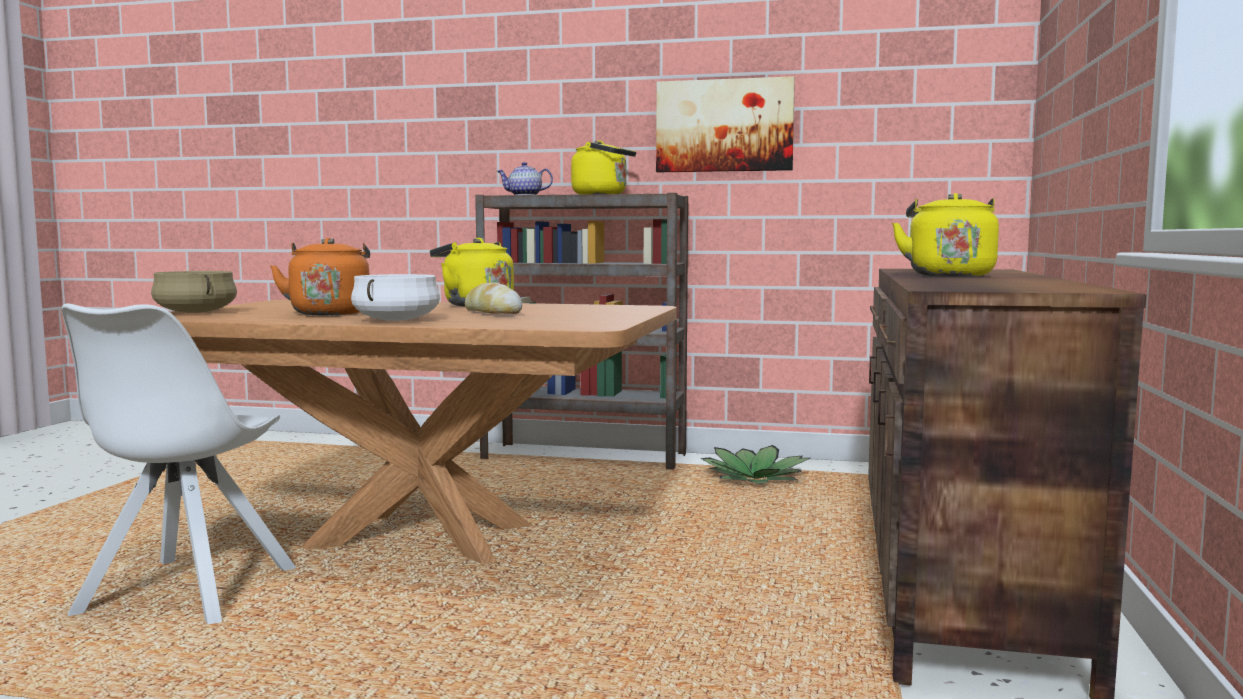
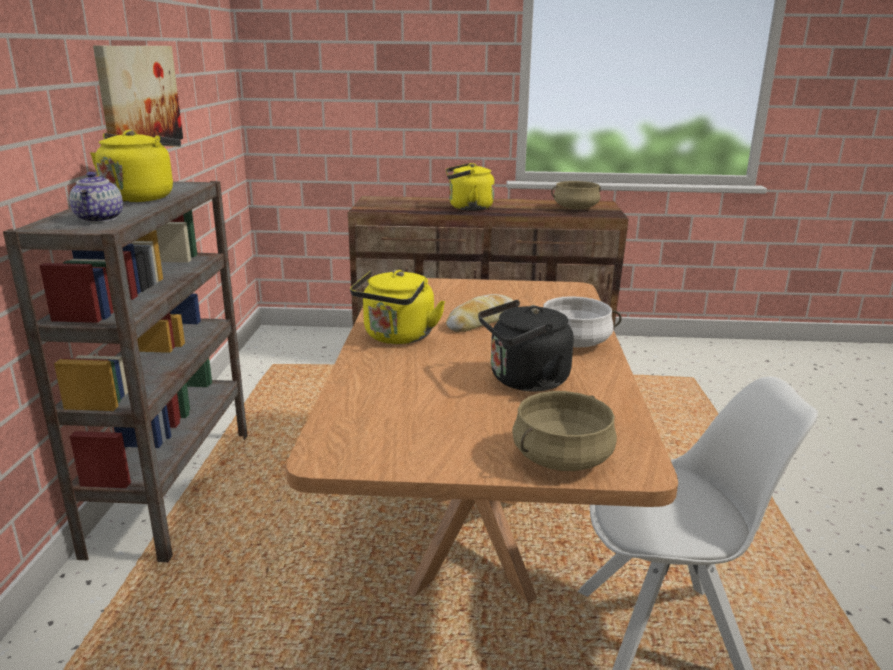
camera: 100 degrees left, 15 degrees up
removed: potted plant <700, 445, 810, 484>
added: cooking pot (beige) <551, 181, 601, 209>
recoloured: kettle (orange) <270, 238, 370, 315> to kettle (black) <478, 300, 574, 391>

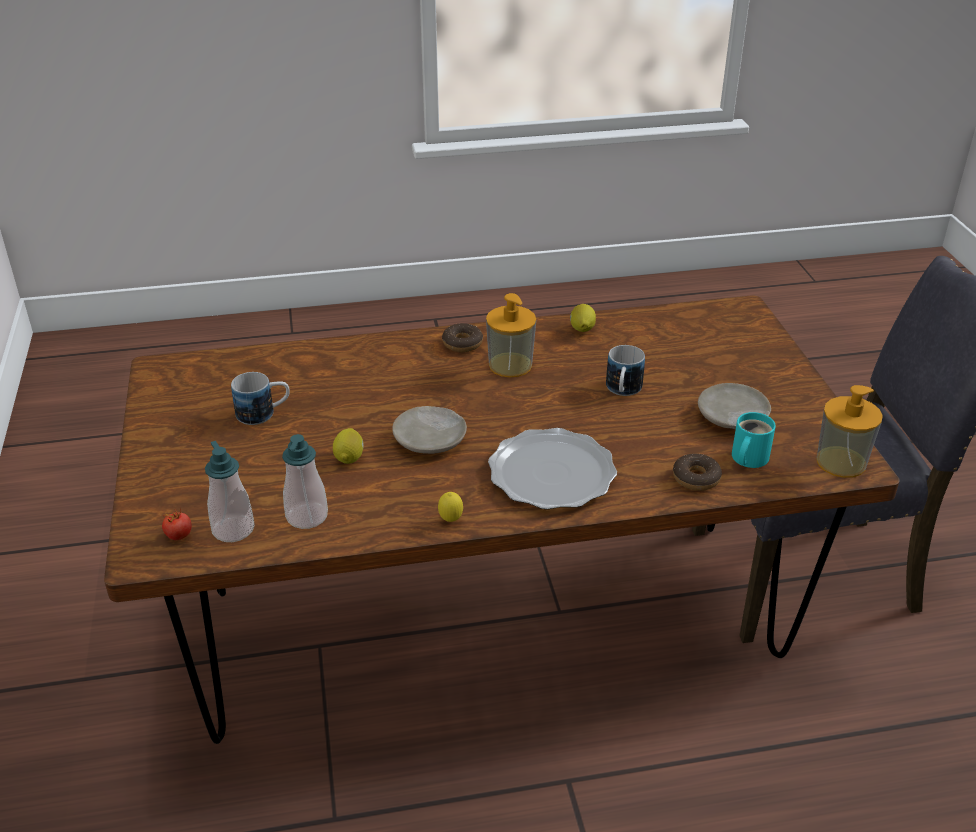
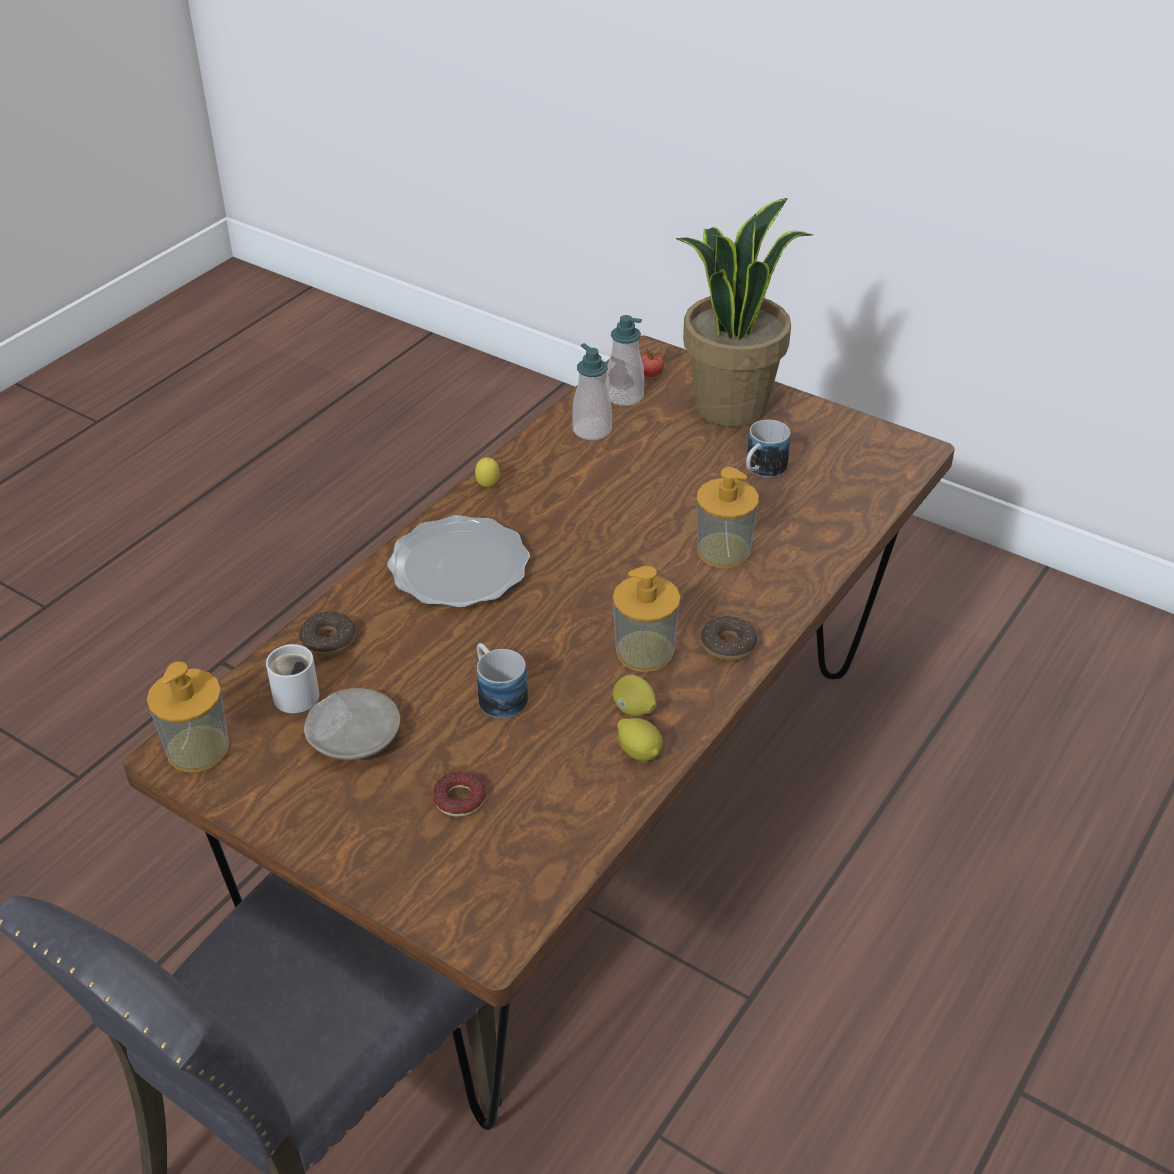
camera: 135 degrees right, 5 degrees up
removed: plate (beige) <392, 406, 467, 454>
added: potted plant <675, 198, 813, 427>; soap dispenser <697, 467, 759, 568>; donut <433, 771, 486, 817>
moved: lemon <333, 428, 364, 464> to <613, 675, 657, 716>
recoloured: mug (turquoise) <732, 412, 776, 468> to mug (white) <266, 644, 319, 713>

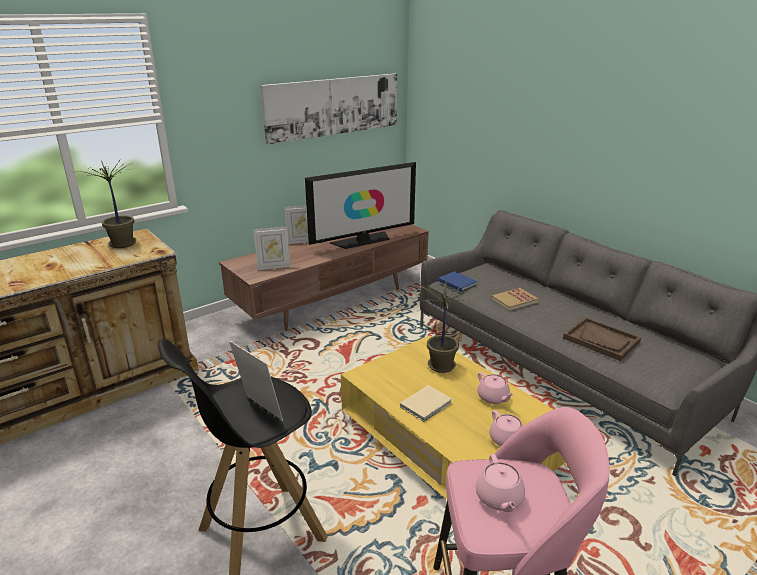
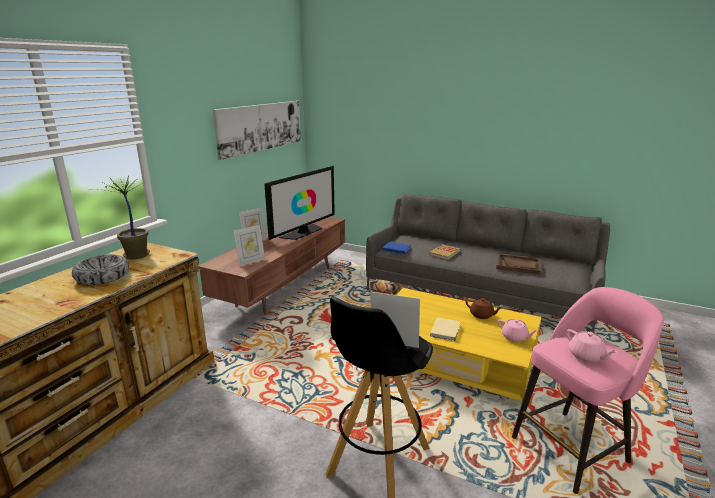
camera: 25 degrees left, 5 degrees down
removed: potted plant <420, 279, 474, 373>
added: bowl <72, 254, 129, 285>
recoloured: teapot (pink) <477, 372, 514, 404> to teapot (brown) <466, 298, 503, 319>

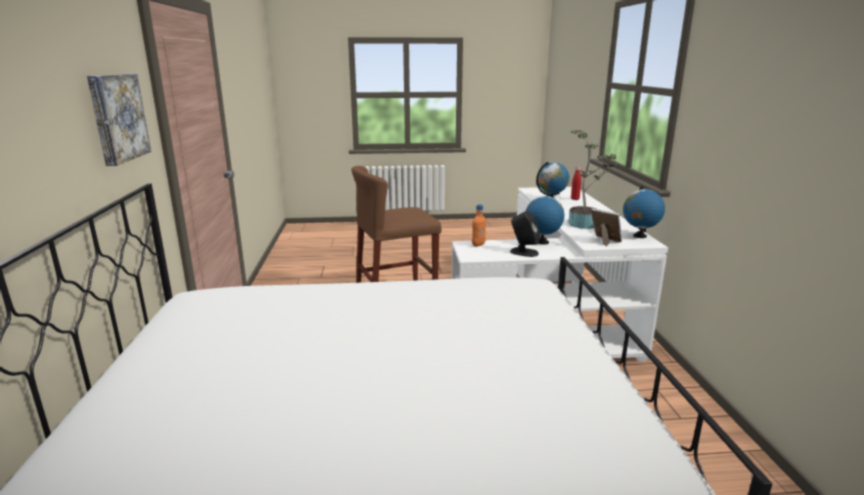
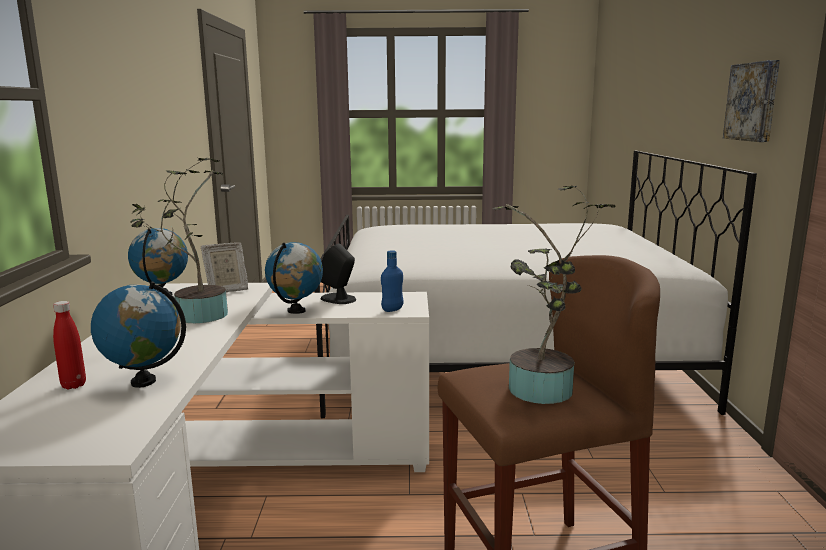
camera: 175 degrees left, 5 degrees down
added: potted plant <493, 185, 615, 404>
recoloured: bottle (orange) <472, 204, 486, 246> to bottle (blue) <381, 250, 404, 312>
turned: picture frame <591, 208, 622, 246> = <200, 242, 248, 292> 75 degrees counterclockwise

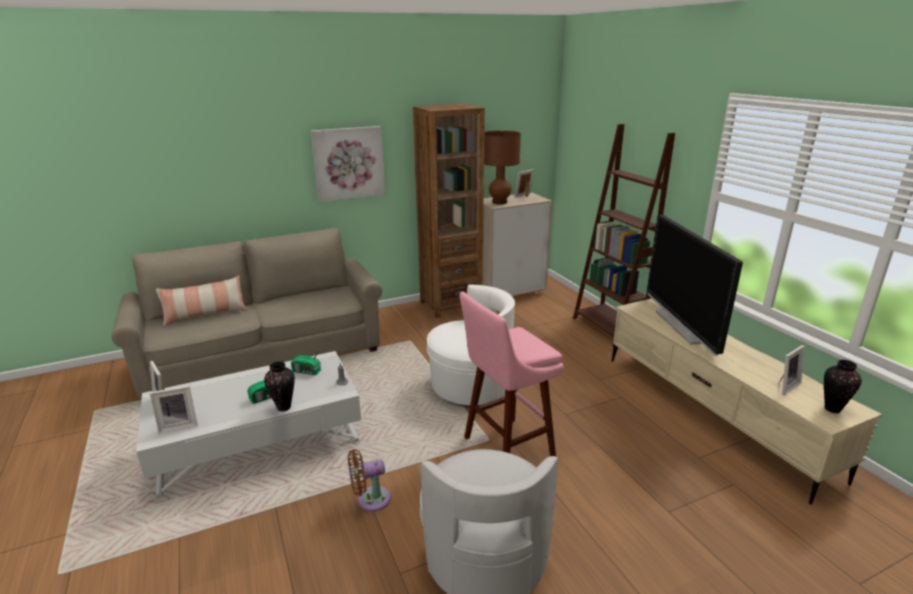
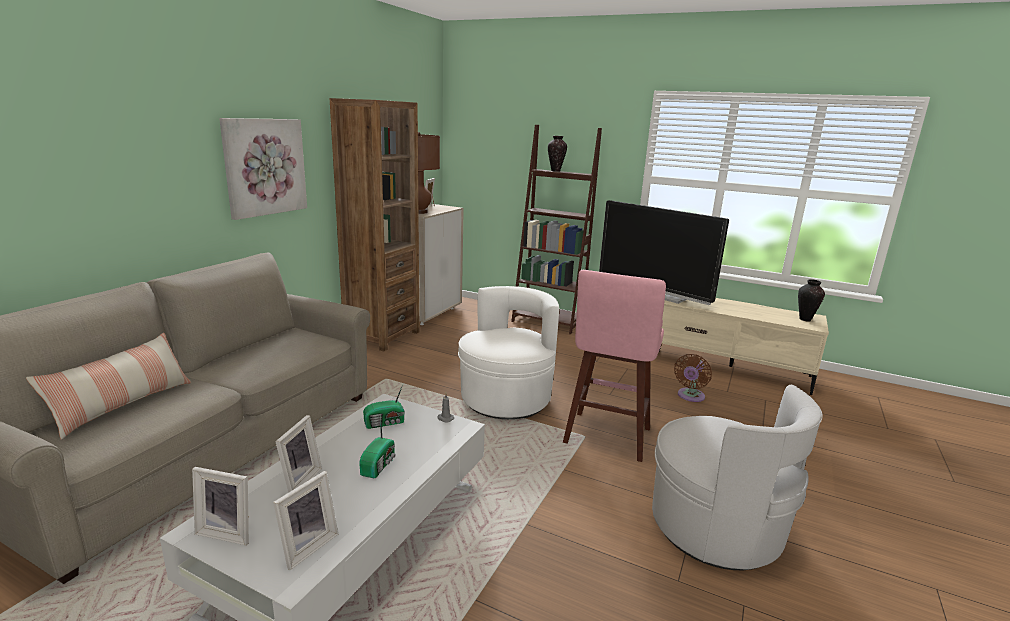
camera: 40 degrees left, 5 degrees down
moved: picture frame <778, 345, 805, 395> to <275, 415, 322, 493>; vase <264, 361, 295, 411> to <548, 136, 567, 172>; fan (brown) <348, 449, 391, 512> to <674, 354, 712, 402>

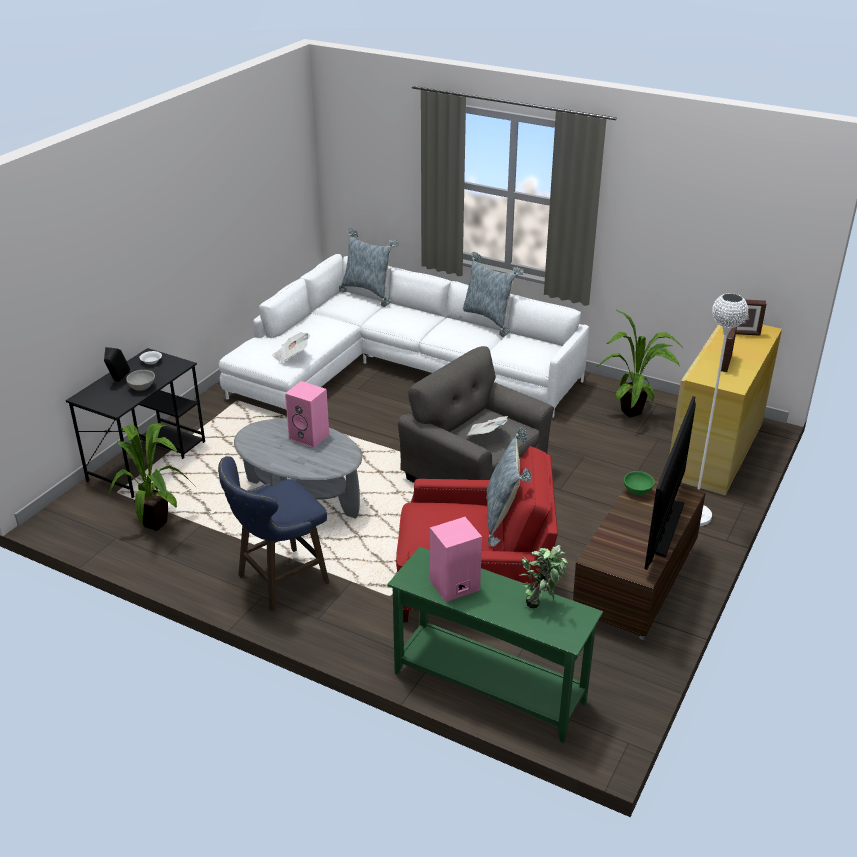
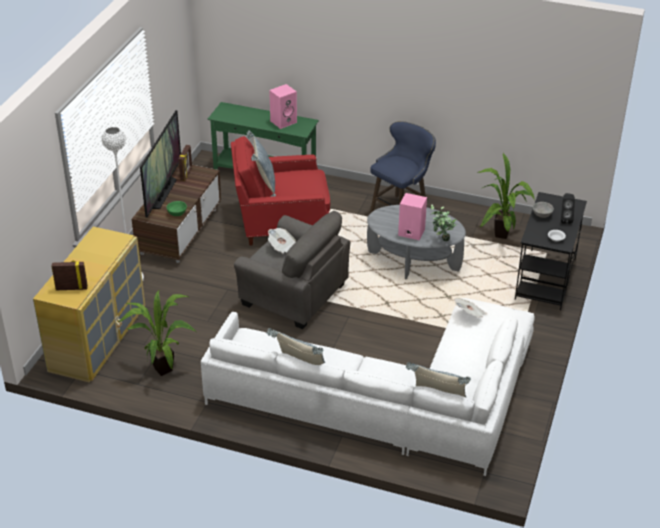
camera: 170 degrees right, 5 degrees up
moved: picture frame <721, 327, 737, 372> to <178, 145, 192, 181>; potted plant <519, 545, 567, 608> to <431, 204, 456, 241>

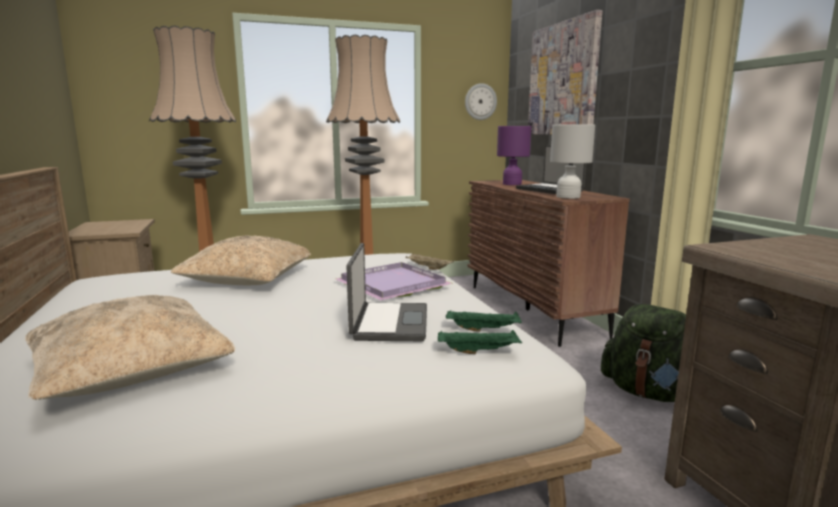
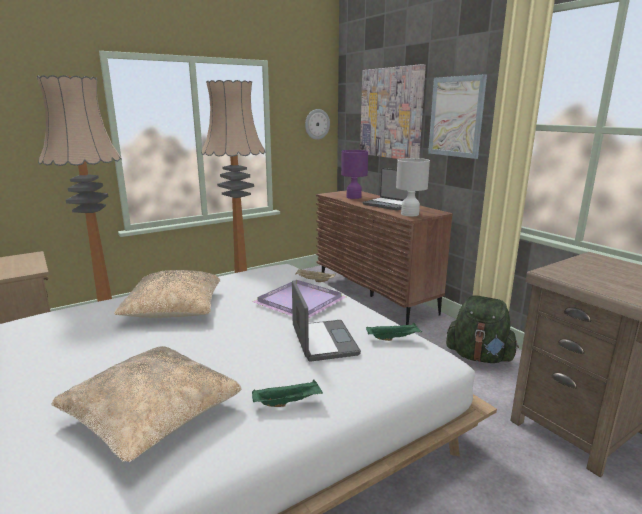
camera: 15 degrees left, 5 degrees up
added: picture <428, 74, 487, 159>
moved: tray (green) <438, 330, 522, 354> to <252, 380, 323, 407>

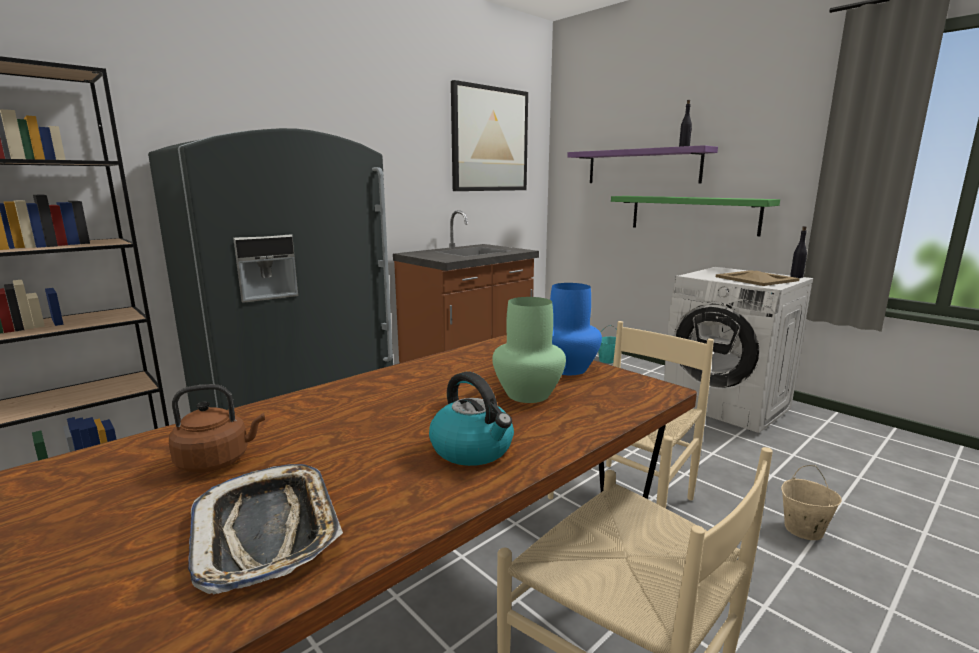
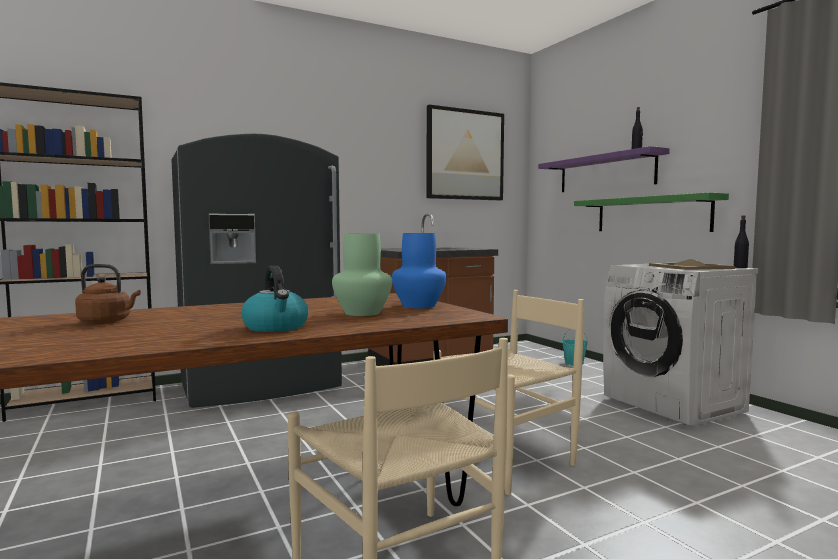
camera: 15 degrees right, 10 degrees down
removed: tray <188, 464, 343, 595>; bucket (beige) <781, 465, 842, 540>

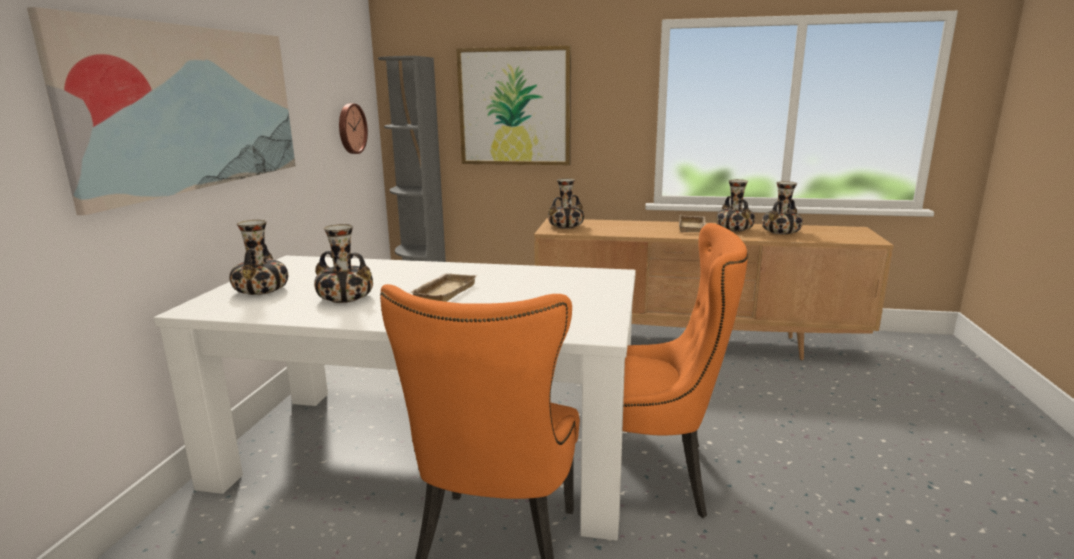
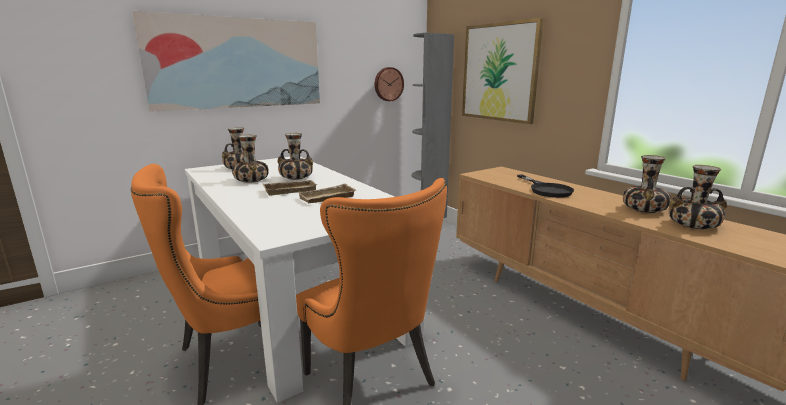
camera: 45 degrees right, 0 degrees up
added: frying pan (black) <517, 174, 574, 198>
moved: vase <548, 178, 584, 229> to <277, 133, 313, 180>; tray (beige) <679, 215, 706, 232> to <298, 183, 356, 203>

